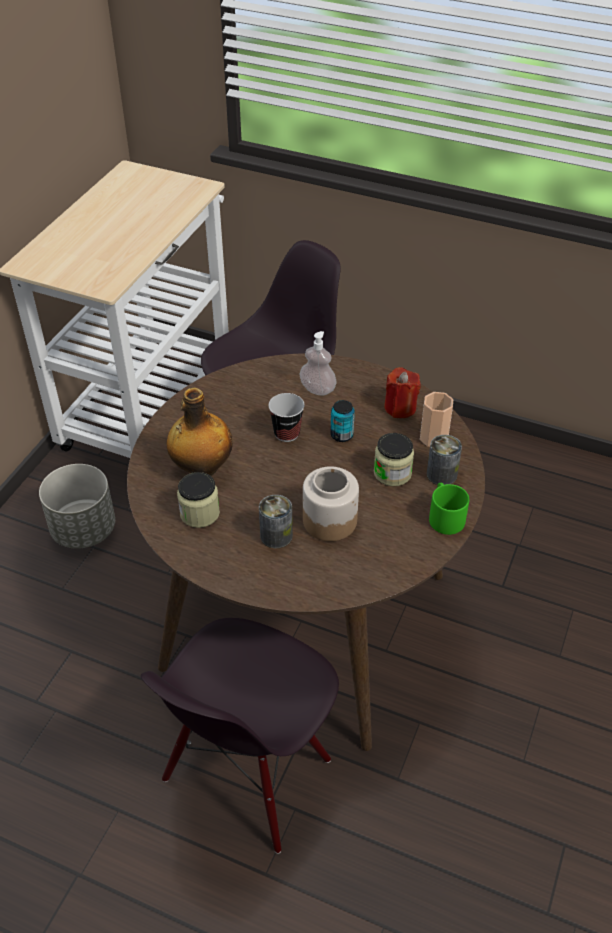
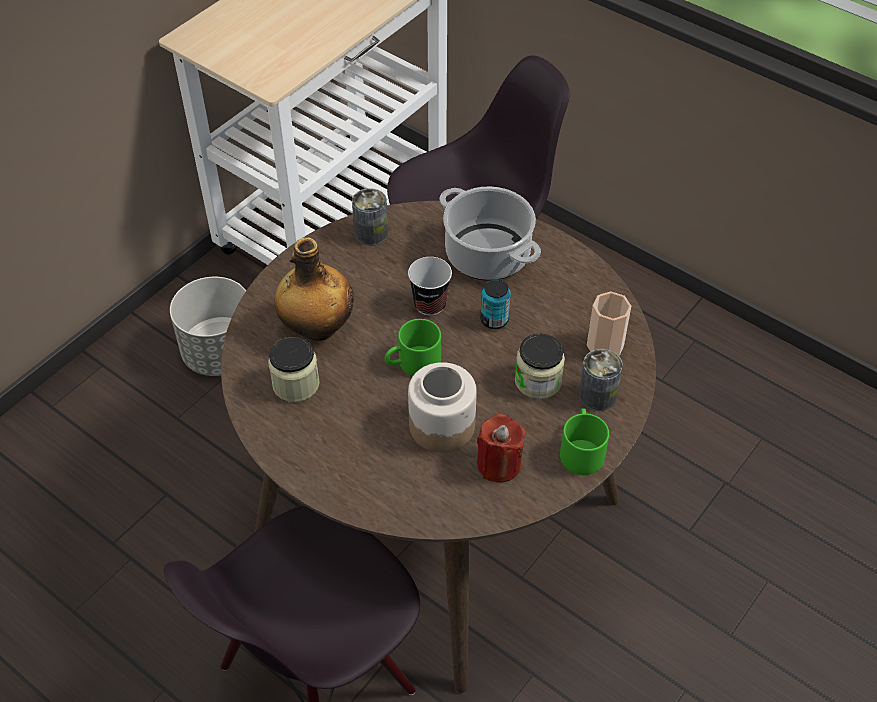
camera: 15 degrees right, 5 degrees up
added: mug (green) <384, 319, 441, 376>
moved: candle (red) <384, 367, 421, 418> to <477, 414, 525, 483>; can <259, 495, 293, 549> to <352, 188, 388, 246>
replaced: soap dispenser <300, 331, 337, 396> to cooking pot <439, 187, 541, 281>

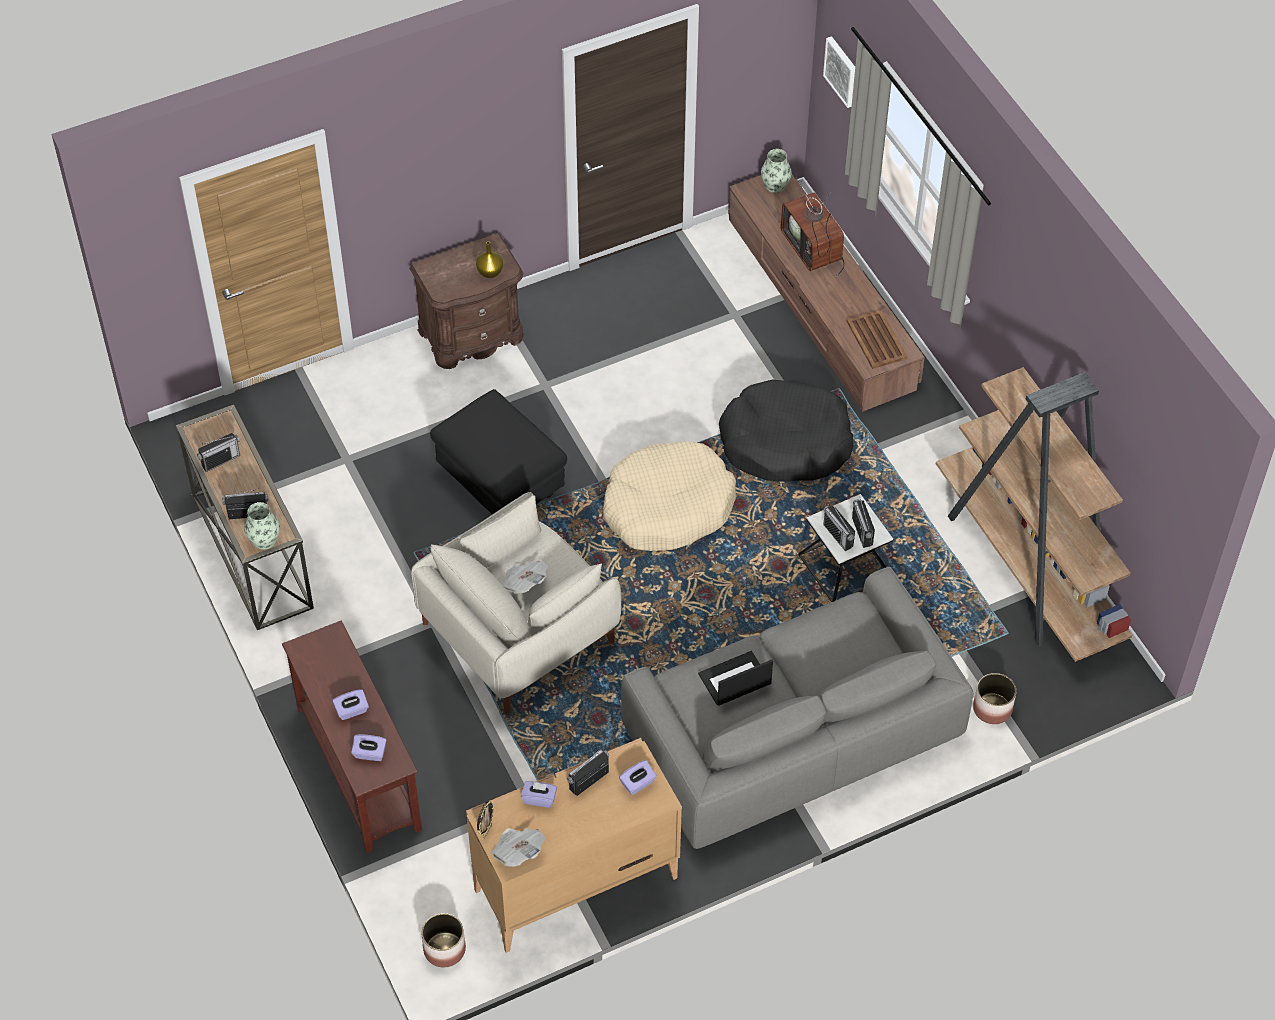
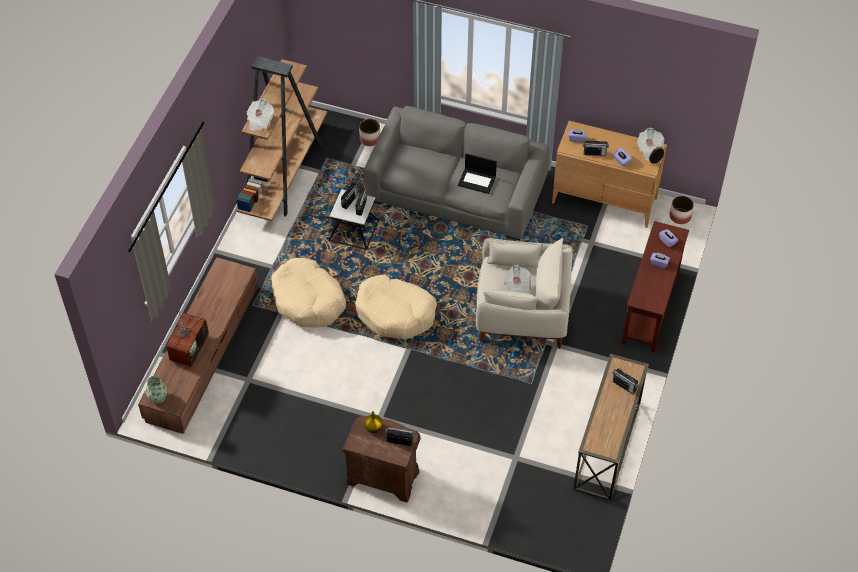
camera: 135 degrees left, 0 degrees up
removed: picture <823, 36, 855, 108>; tray (brown) <846, 310, 907, 369>; ottoman (black) <430, 389, 567, 515>; vase <244, 502, 280, 550>
added: newspaper <247, 99, 274, 131>
moved: radio <197, 433, 240, 472> to <385, 427, 415, 446>
recoloured: dog bed (black) <719, 379, 853, 482> to dog bed (beige) <271, 258, 346, 328>

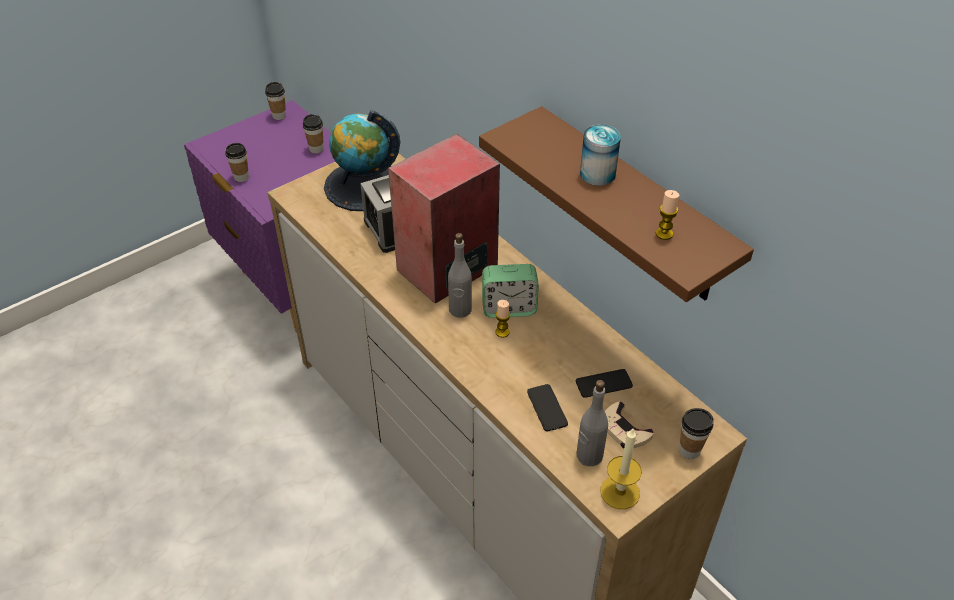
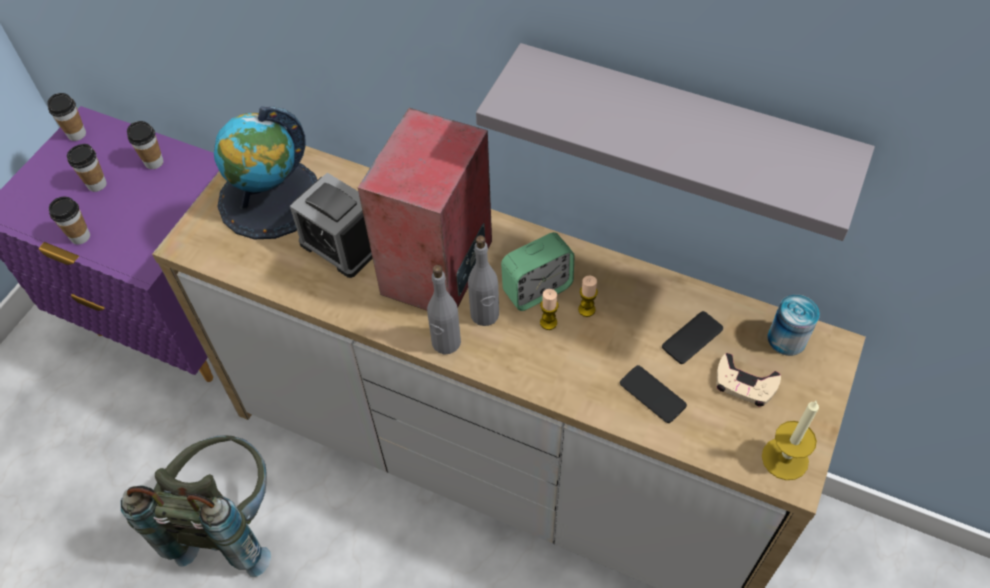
camera: 25 degrees left, 10 degrees up
added: backpack (grey) <121, 435, 271, 577>
moved: can <580, 125, 621, 186> to <768, 295, 820, 356>; candle <656, 190, 679, 240> to <578, 276, 598, 317>; bottle (grey) <577, 380, 608, 466> to <427, 265, 461, 355>; cup <679, 408, 714, 459> to <67, 144, 107, 192>
recoloured: shelf (brown) <479, 106, 754, 302> to shelf (grey) <476, 43, 875, 241>

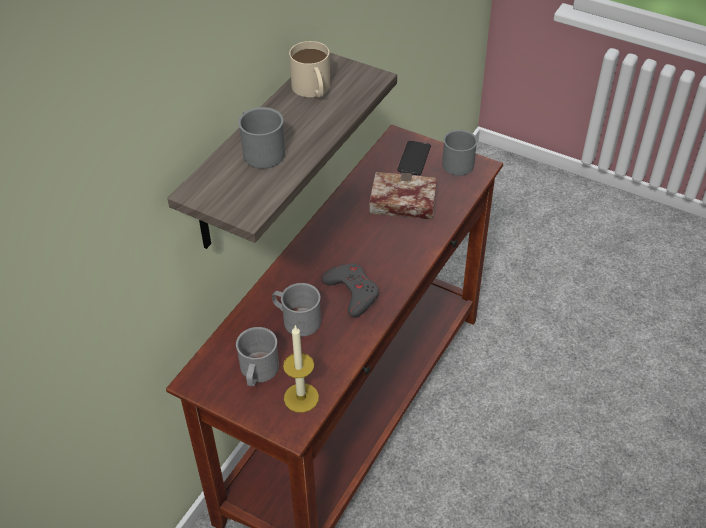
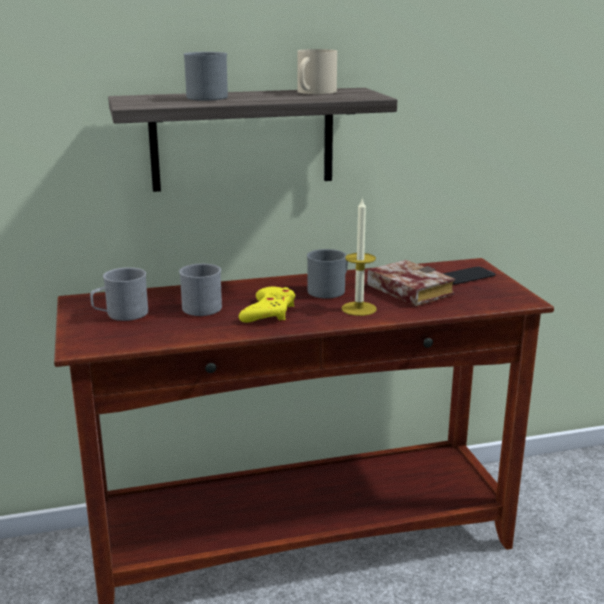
camera: 45 degrees right, 25 degrees down
moved: mug (grey) <442, 130, 477, 176> to <307, 249, 348, 299>; candle <283, 325, 319, 413> to <342, 197, 377, 316>
recoloured: game controller (grey) <321, 263, 379, 318> to game controller (yellow) <239, 287, 295, 323>

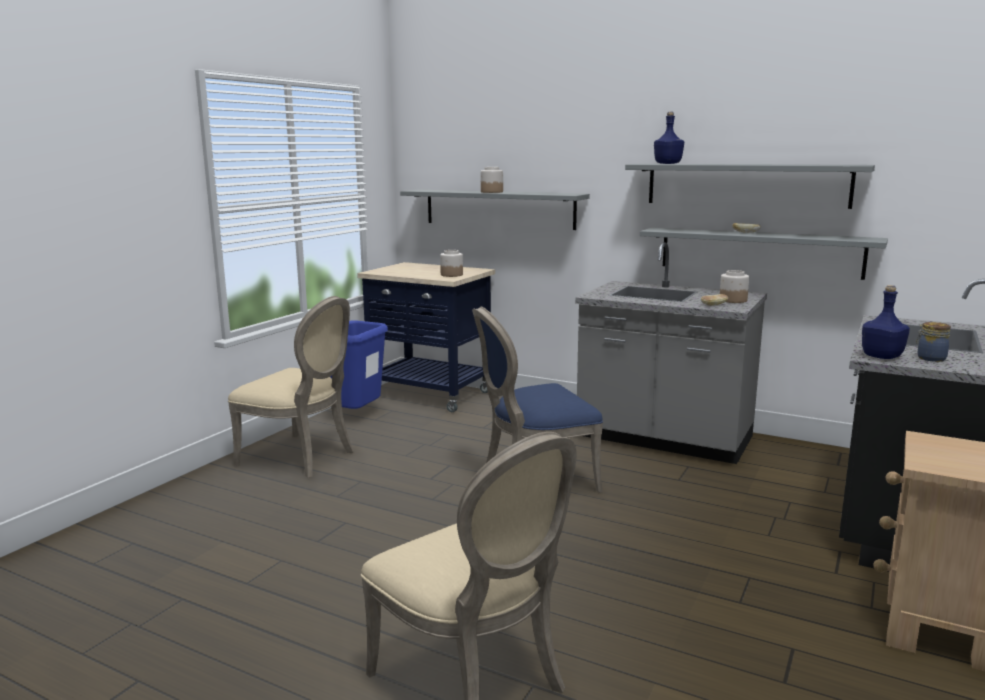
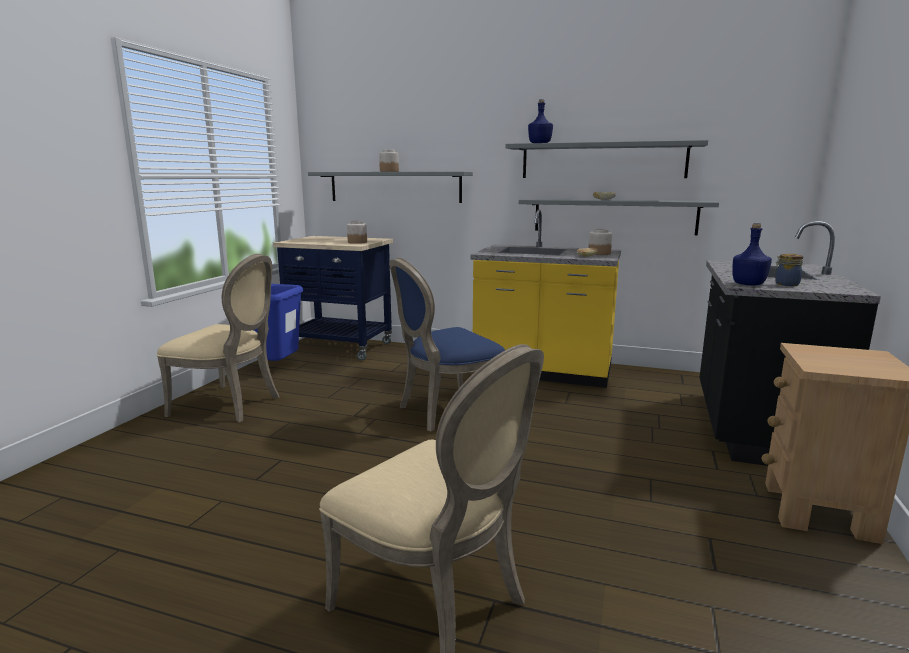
camera: 10 degrees left, 0 degrees up
recoloured: counter (grey) <575, 243, 767, 464> to counter (yellow) <471, 209, 621, 388>

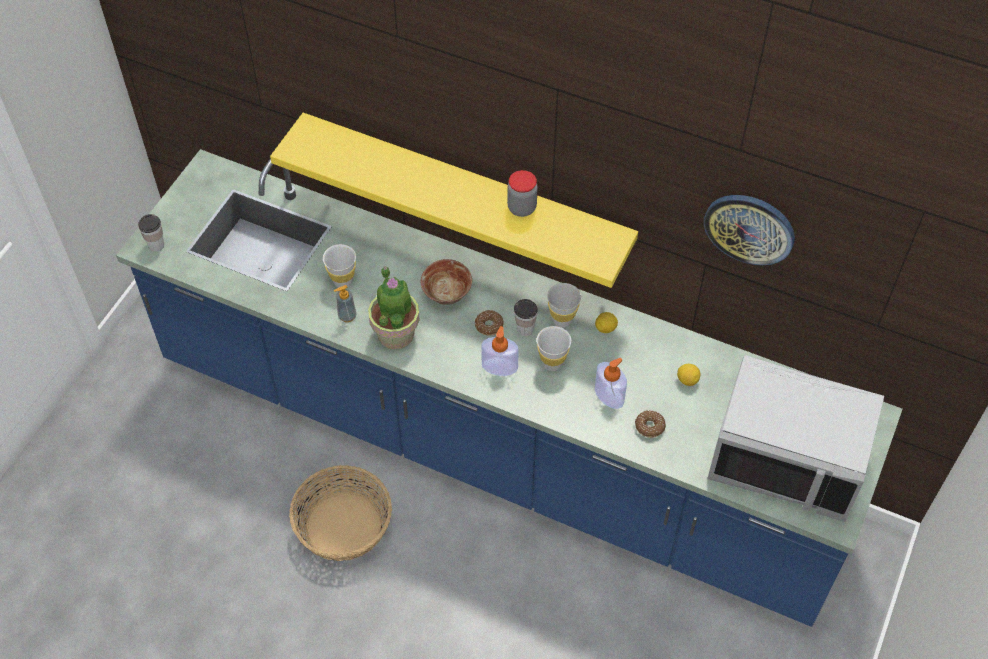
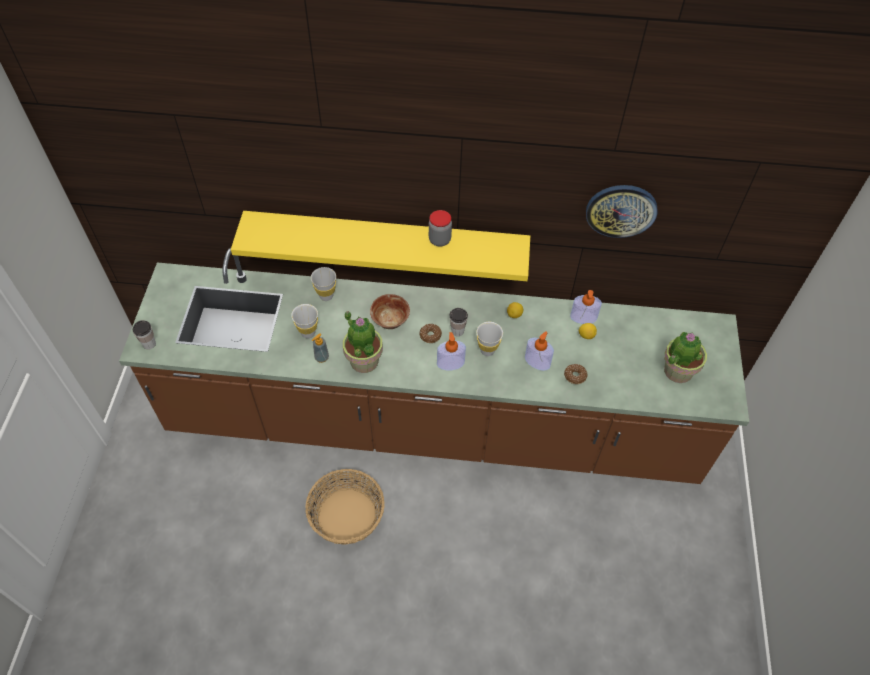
camera: 20 degrees left, 0 degrees up
added: soap dispenser <570, 290, 602, 324>
moved: cup (white) <547, 283, 581, 328> to <311, 267, 336, 301>
replaced: microwave (grey) <707, 355, 884, 522> to potted plant <664, 332, 707, 383>
recoloured: counter (blue) <116, 149, 902, 627> to counter (brown) <119, 248, 749, 484>

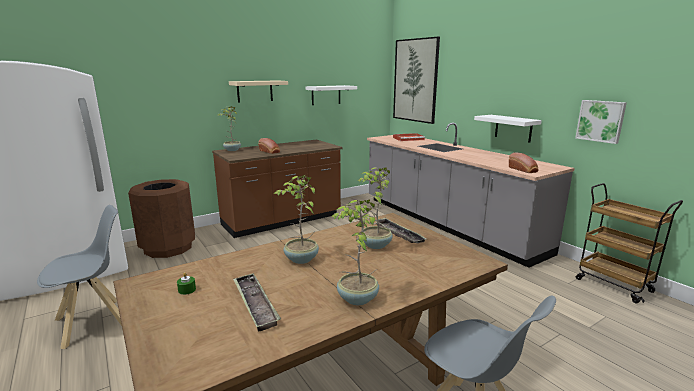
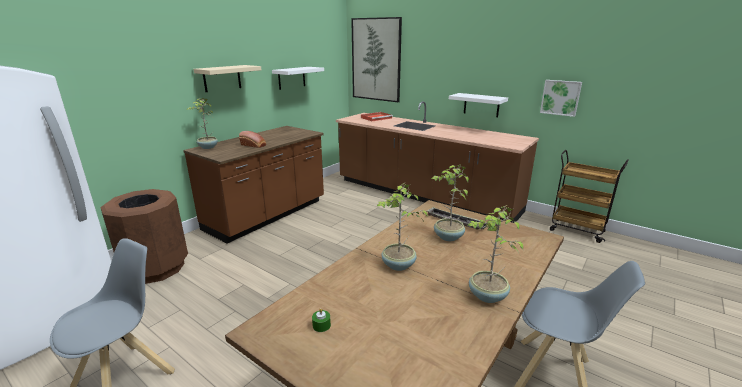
camera: 20 degrees left, 5 degrees up
removed: bread <509, 153, 539, 173>; tray <233, 273, 281, 332>
recoloured: counter (grey) <367, 123, 575, 268> to counter (brown) <336, 101, 539, 223>

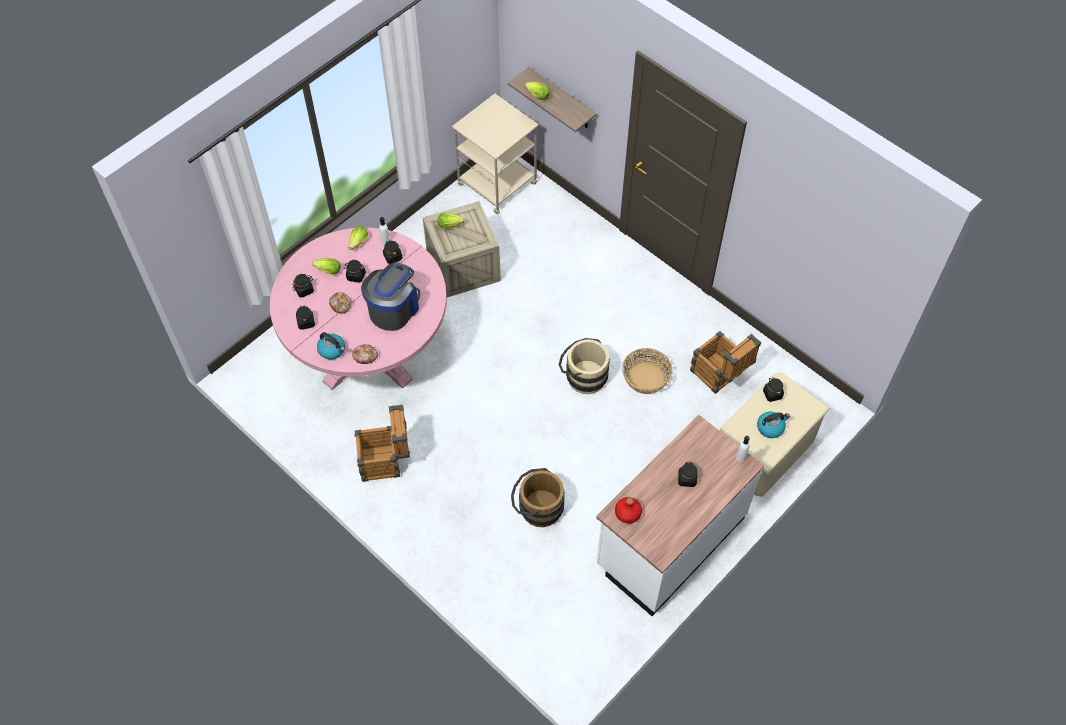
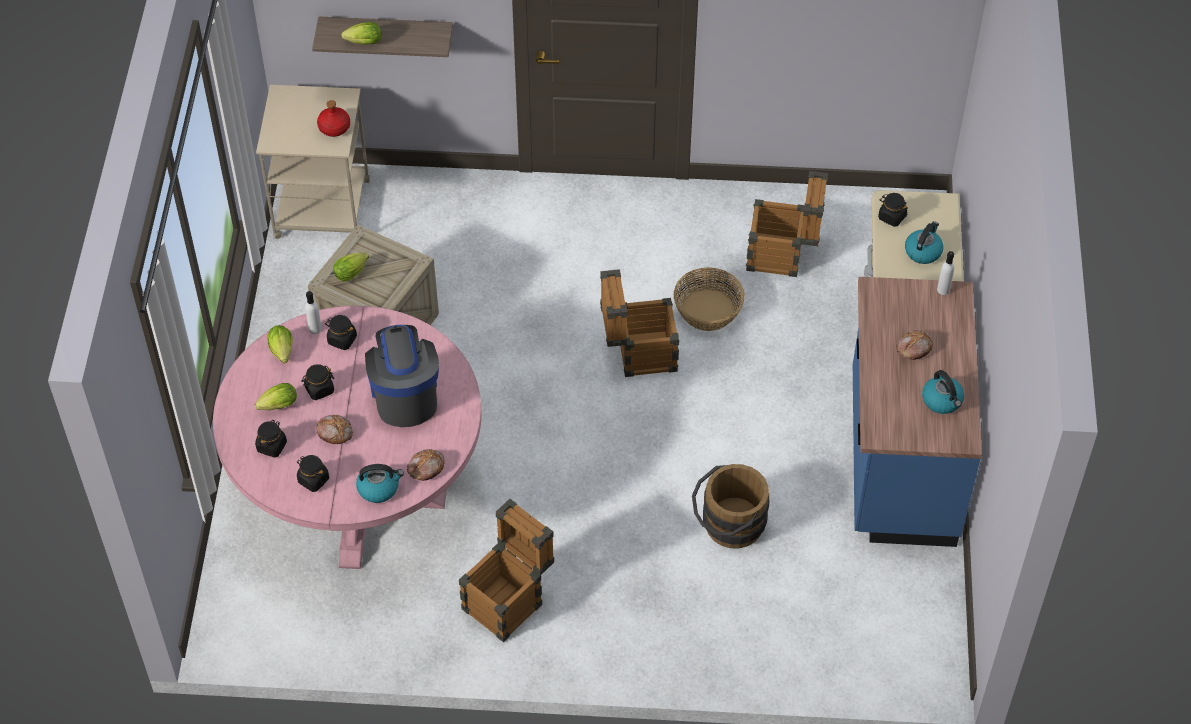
camera: 40 degrees left, 5 degrees down
added: kettle <922, 370, 964, 414>
moved: bottle (red) <615, 497, 642, 524> to <317, 100, 350, 137>
replaced: bucket (beige) <559, 338, 610, 394> to crate <600, 269, 679, 377>; jar (black) <678, 461, 698, 487> to bread <896, 330, 933, 360>
recoloured: counter (white) <596, 415, 764, 616> to counter (blue) <853, 277, 982, 547>

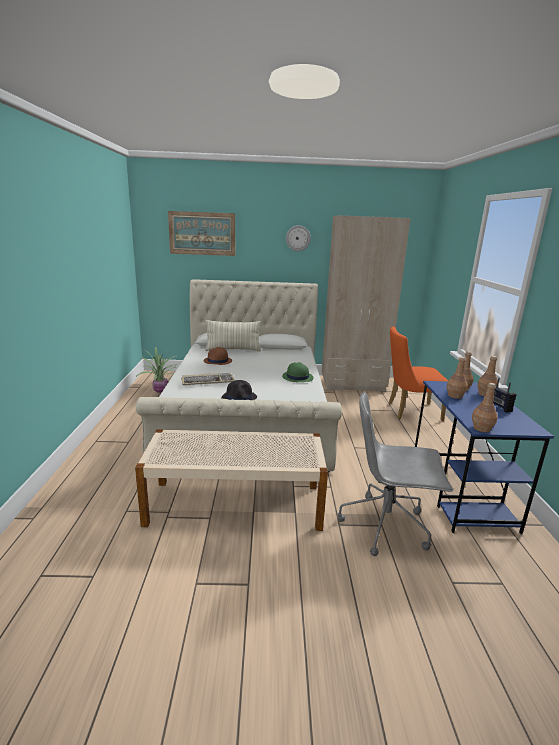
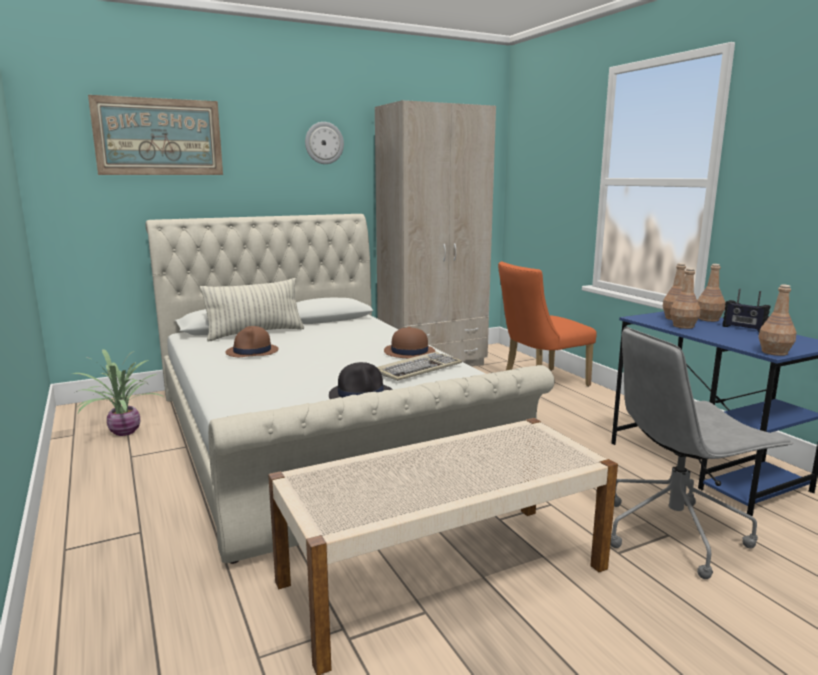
camera: 25 degrees left, 5 degrees down
moved: keyboard <181, 373, 235, 385> to <377, 352, 462, 381>
recoloured: hat (green) <282, 362, 313, 382> to hat (brown) <384, 327, 435, 358>

